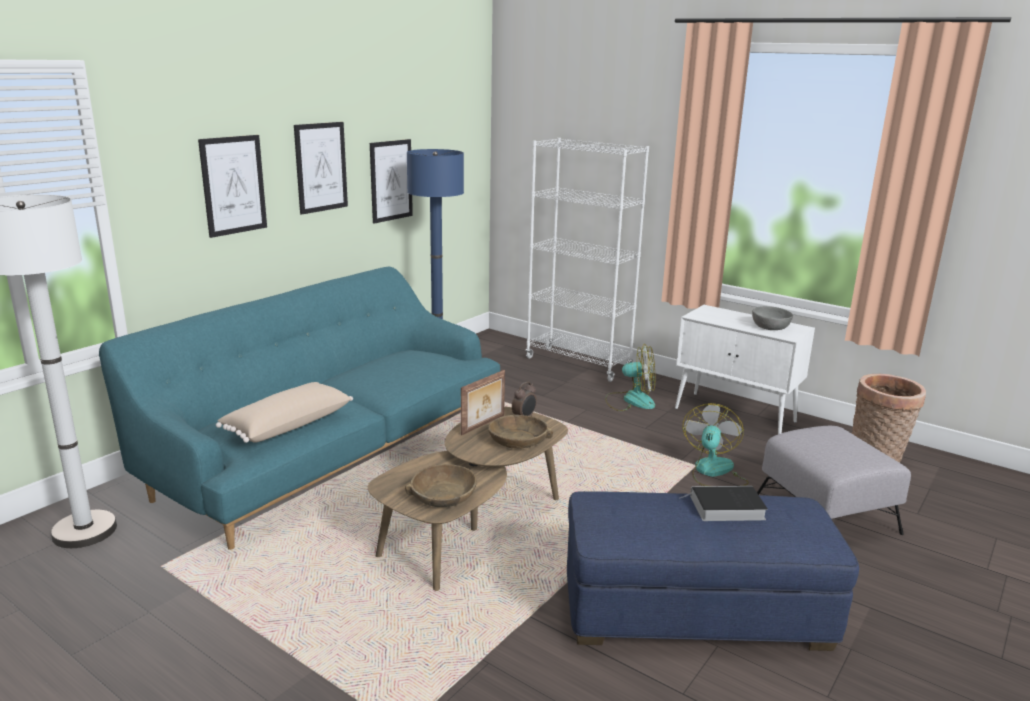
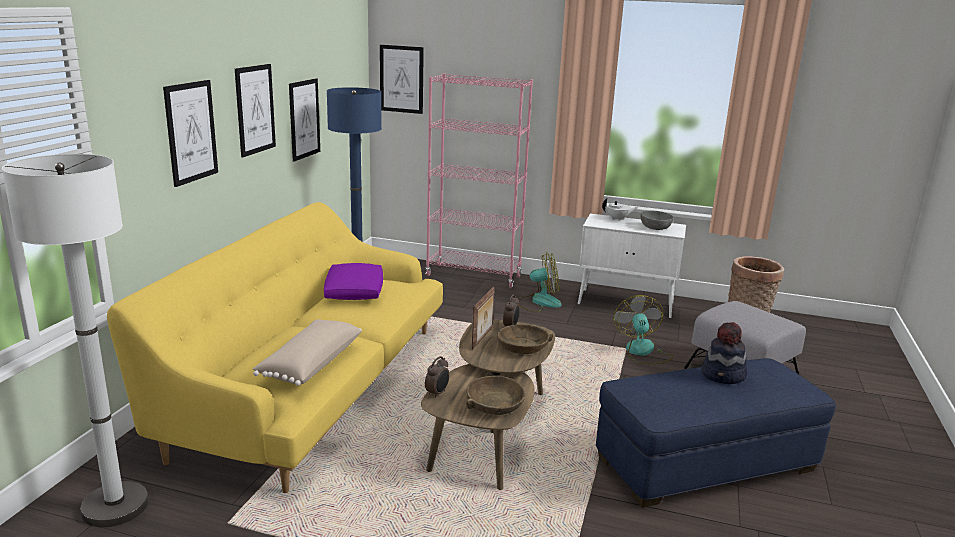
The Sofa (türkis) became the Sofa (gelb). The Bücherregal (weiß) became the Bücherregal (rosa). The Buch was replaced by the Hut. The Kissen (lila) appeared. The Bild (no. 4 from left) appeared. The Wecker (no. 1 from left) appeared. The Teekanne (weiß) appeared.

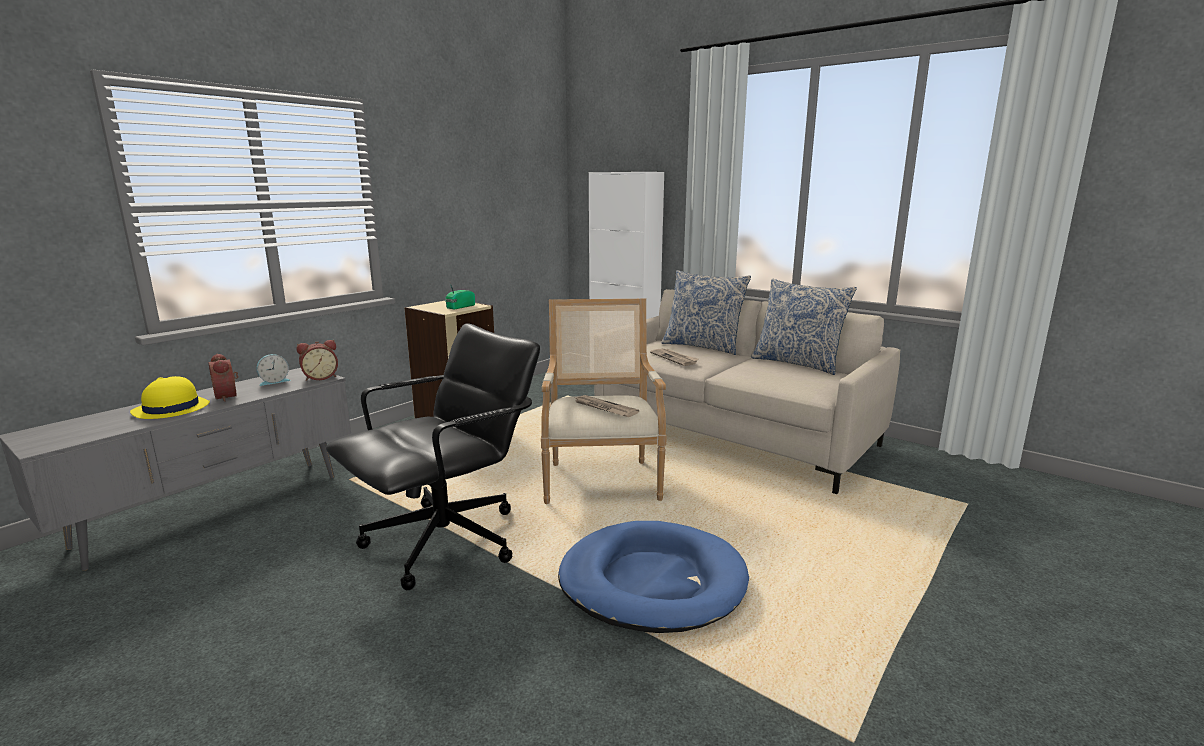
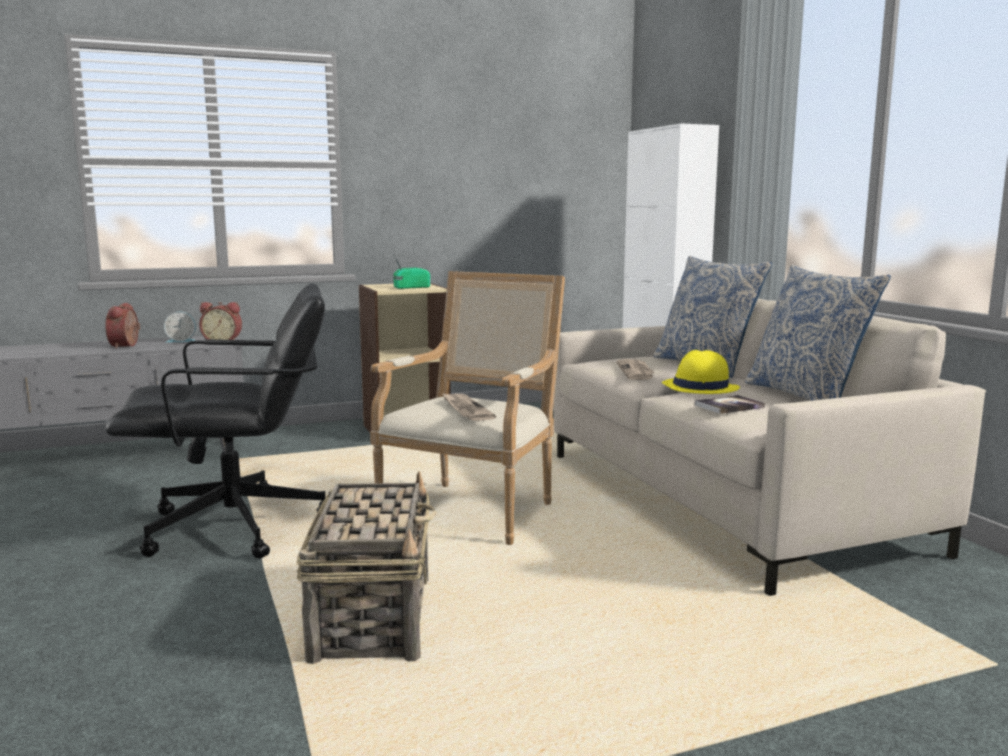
The Hut (gelb) moved. The Hundebett (blau) was replaced by the Korb. The Buch appeared.

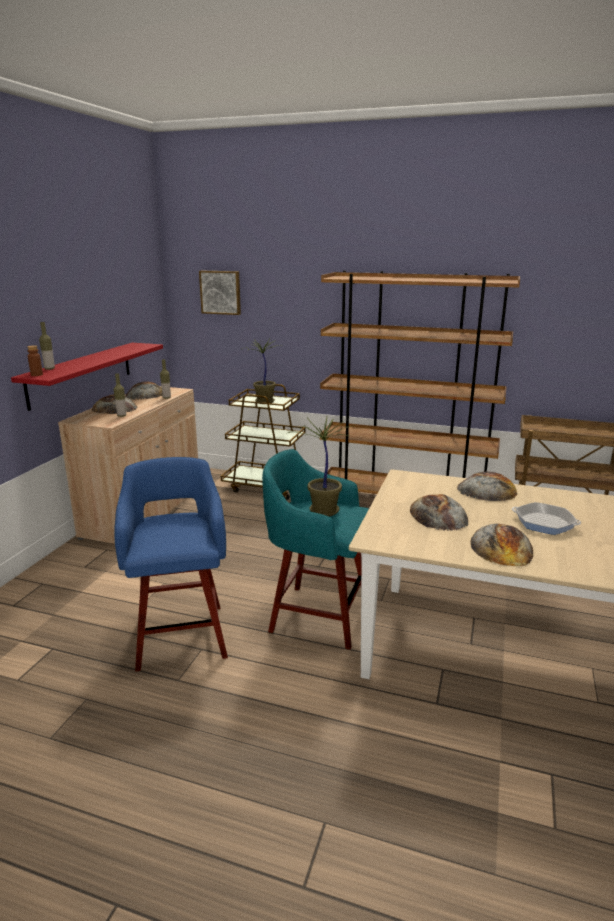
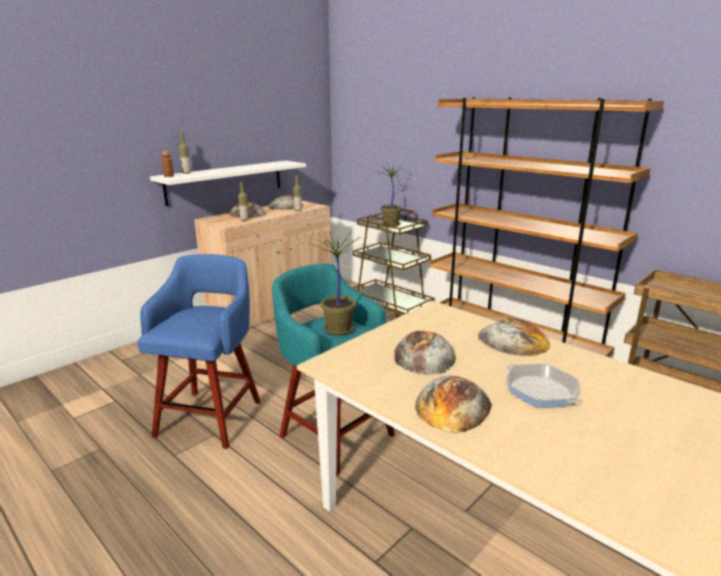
The Wandregal (rot) became the Wandregal (weiß). The Bild disappeared.

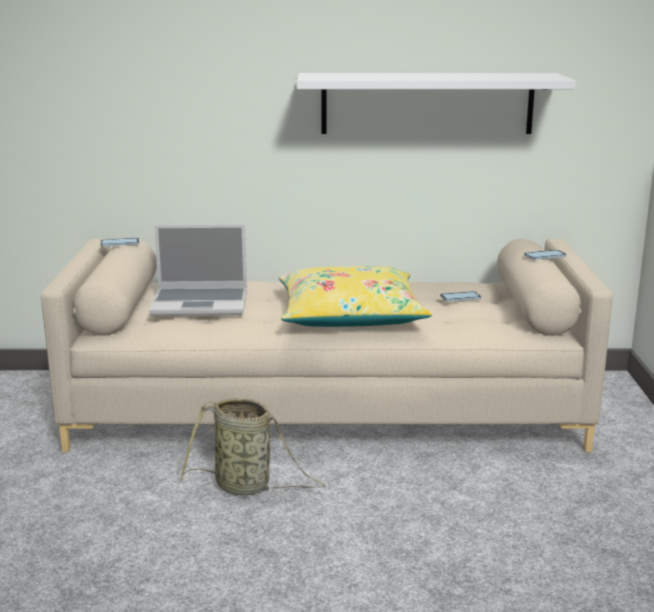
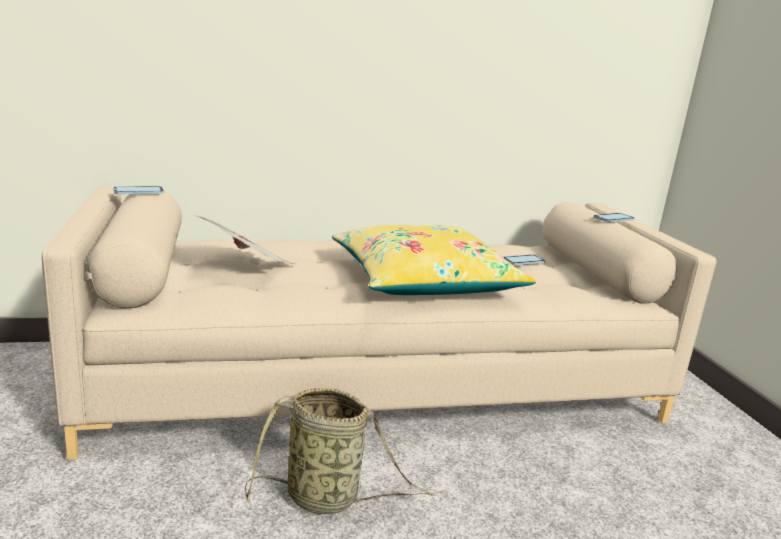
The Laptop was replaced by the Zeitung. The Wandregal (weiß) disappeared.

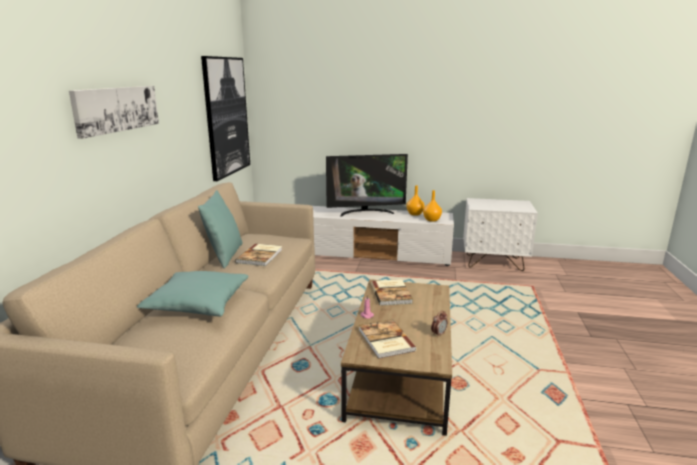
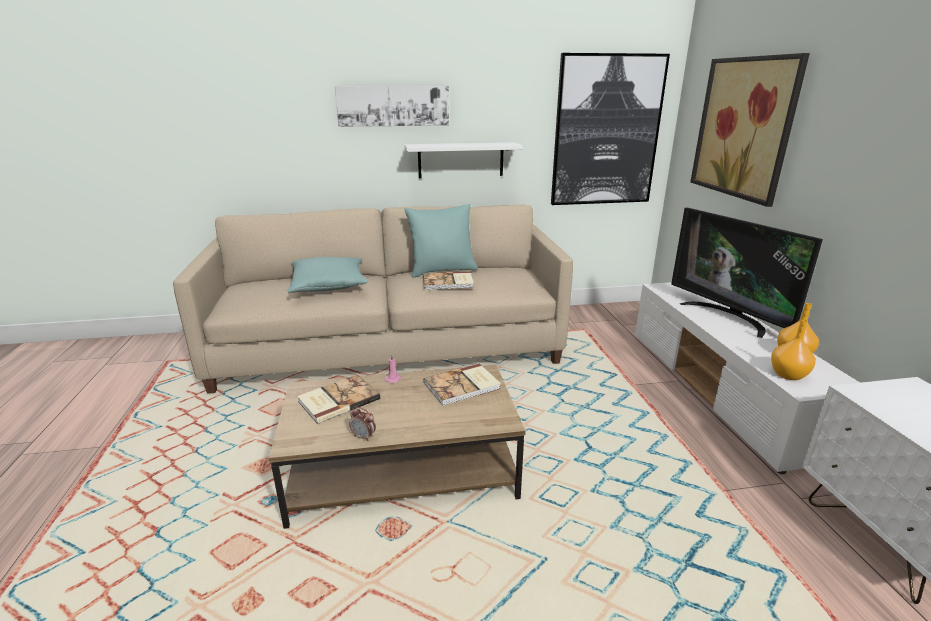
The Wandregal (weiß) appeared. The Bild (no. 3 from left) appeared.

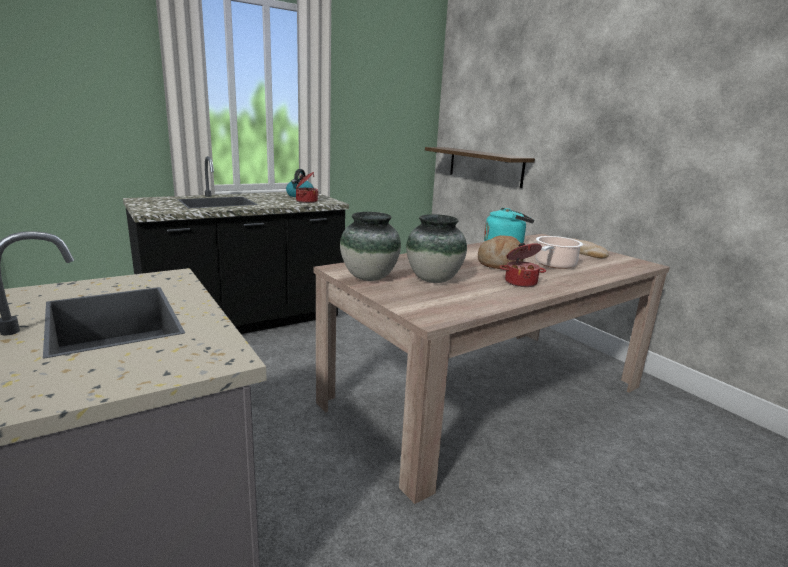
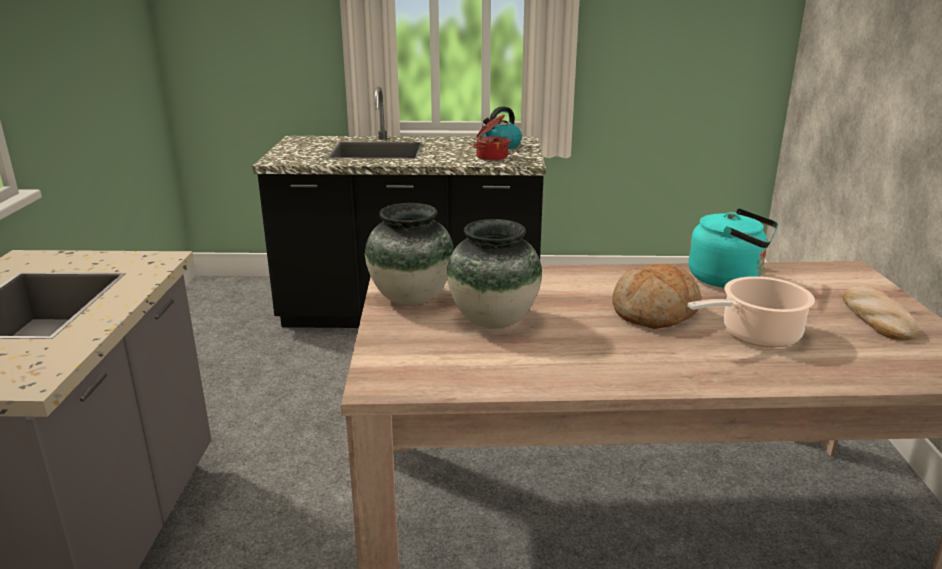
The Wandregal disappeared. The Kochtopf (no. 2 from left) disappeared.

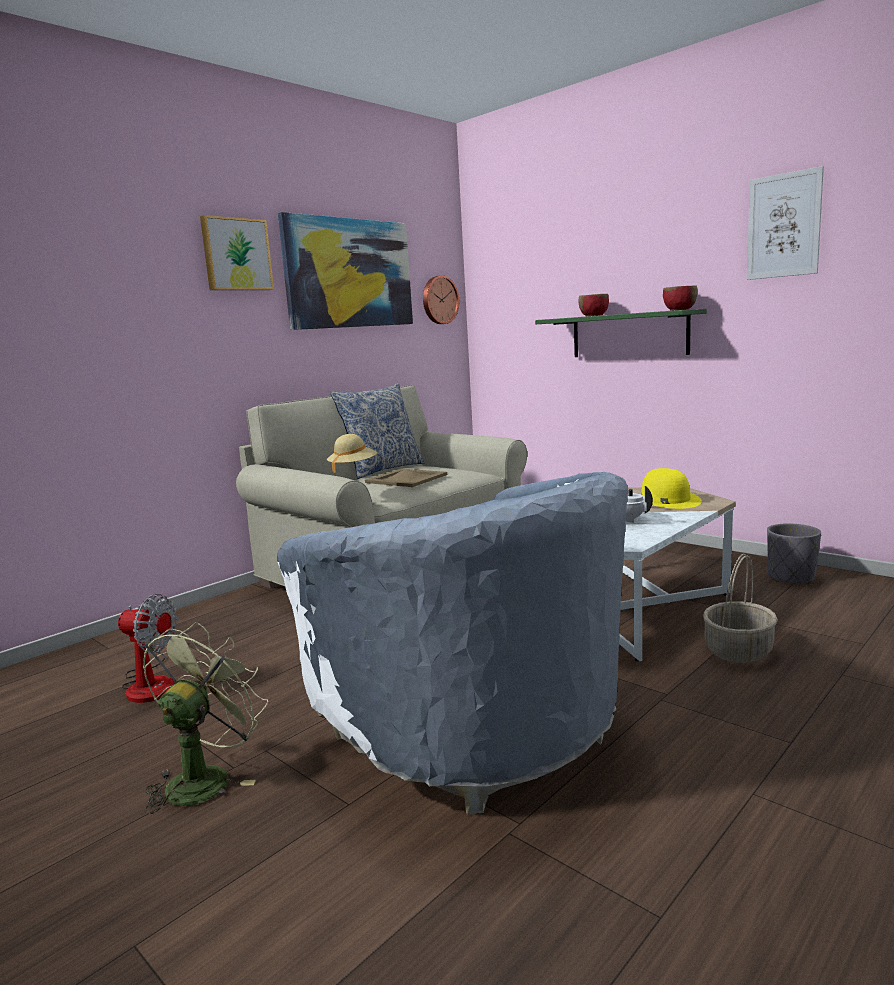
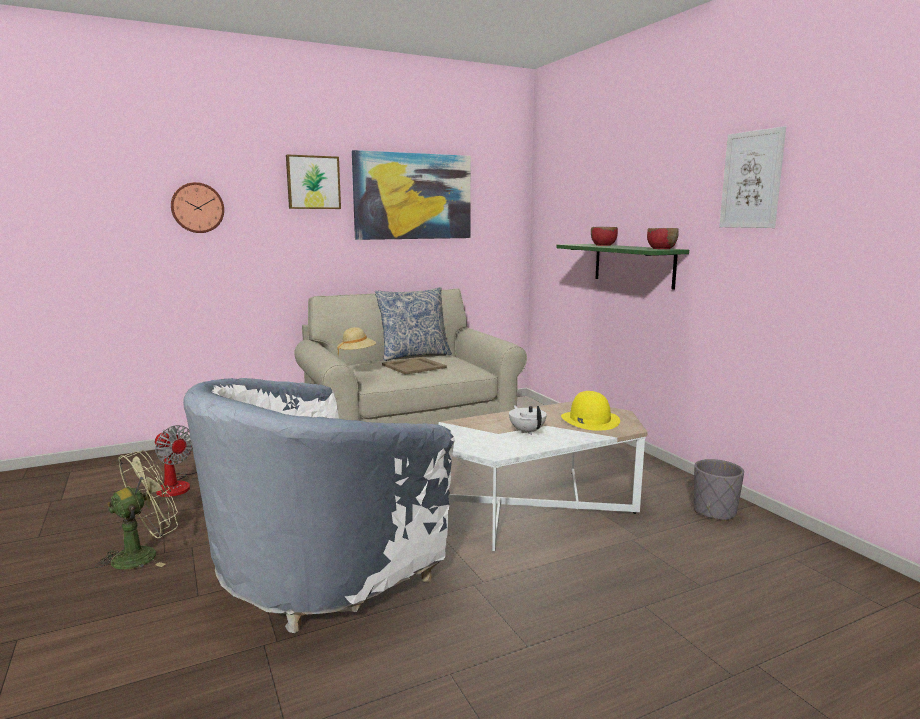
The Sessel (weiß) turned 60 degrees clockwise. The Wanduhr moved. The Korb disappeared.

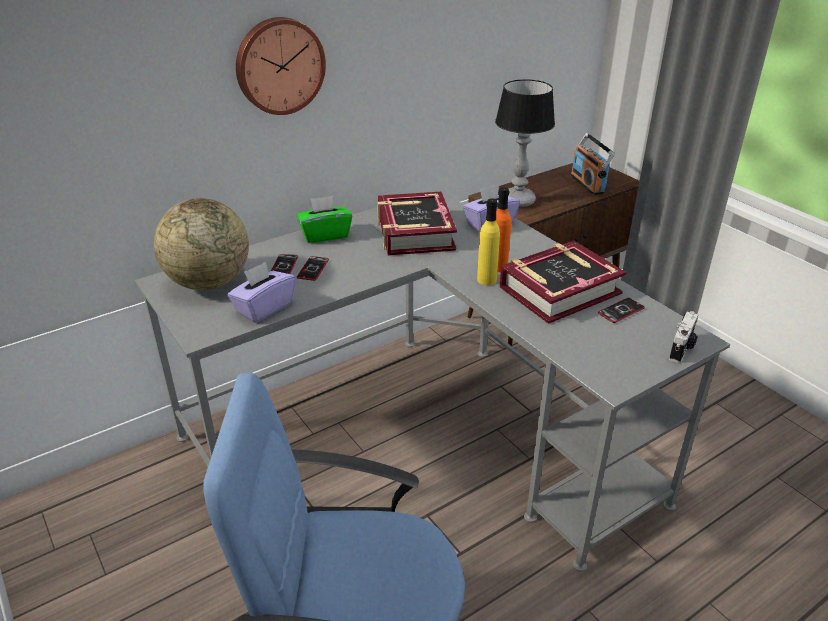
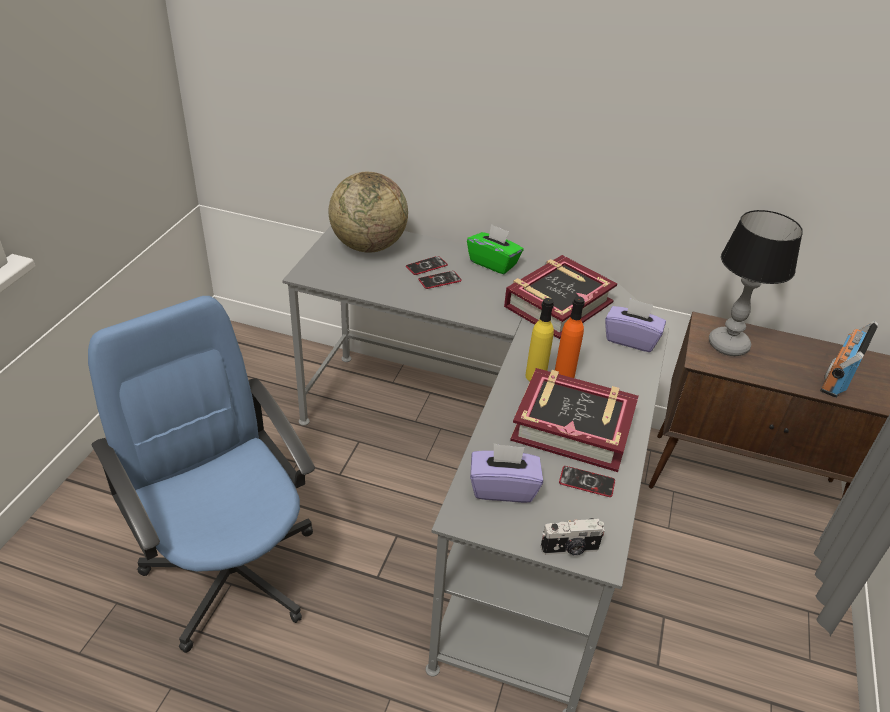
The Taschentuchbox (lila) (no. 1 from left) moved. The Wanduhr disappeared.

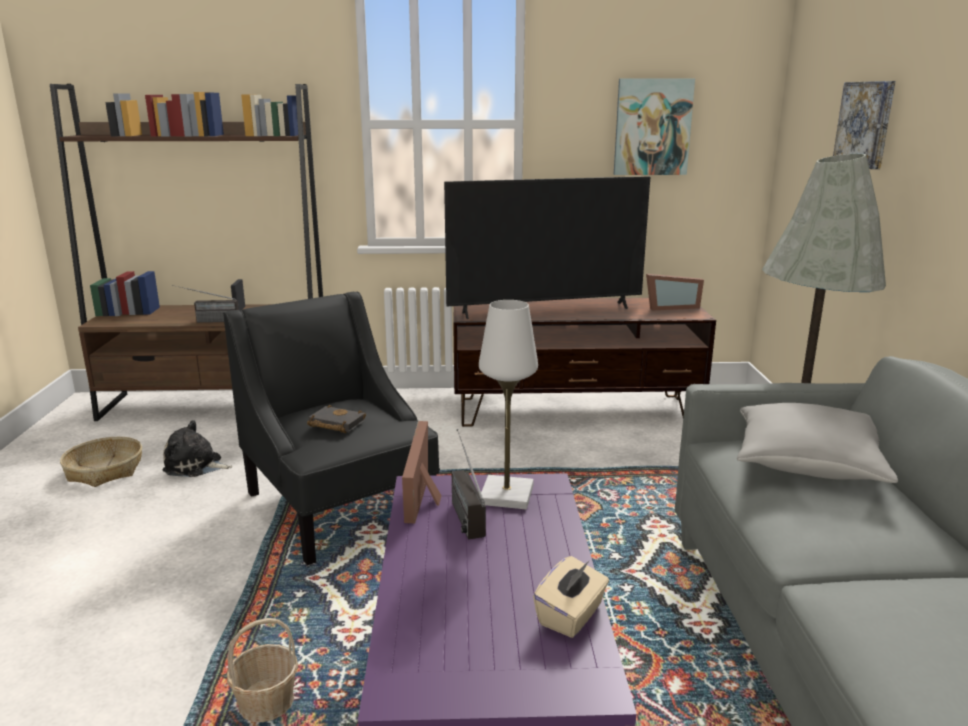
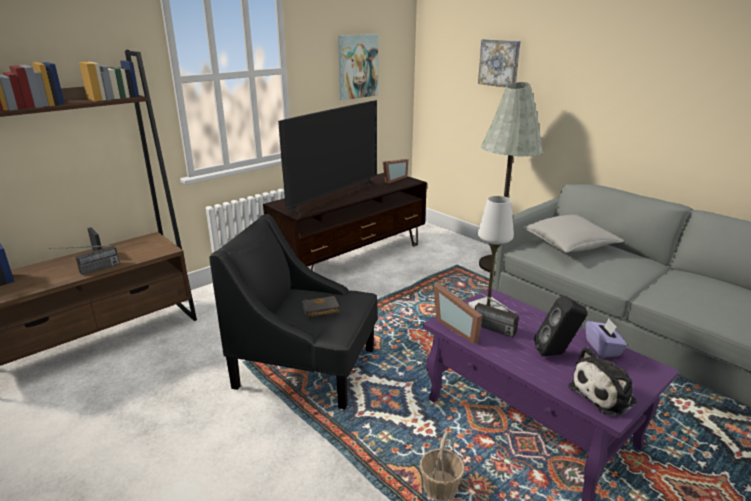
The Korb (no. 1 from left) disappeared. The Plüschtier moved. The Taschentuchbox (beige) became the Taschentuchbox (lila). The Lautsprecher (schwarz) appeared.

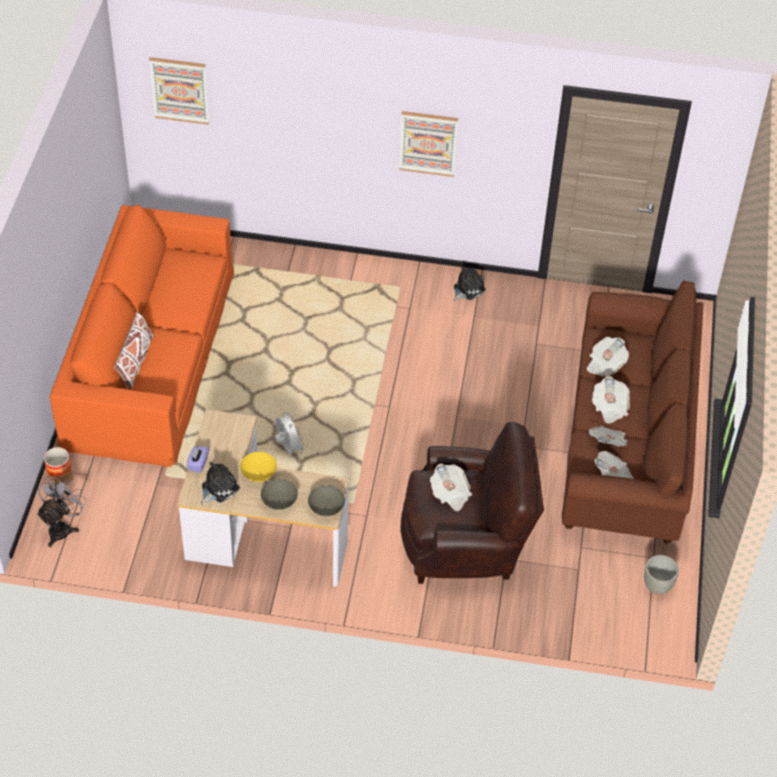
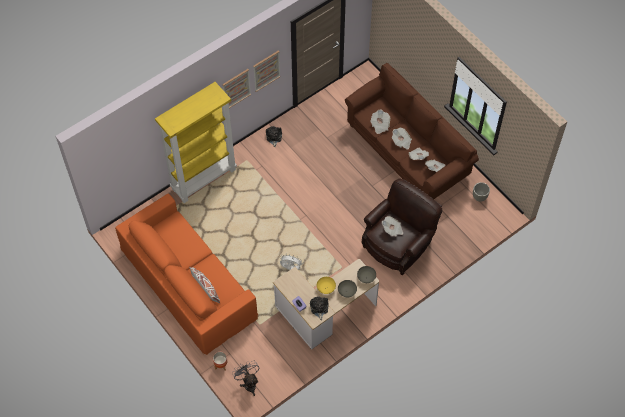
The Bild (no. 1 from left in the first image) moved. The Bücherregal (gelb) appeared.

